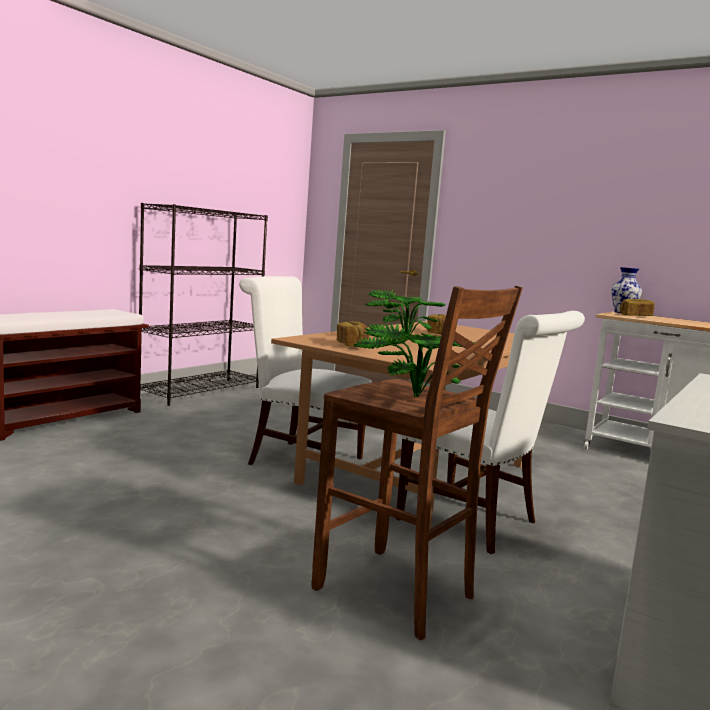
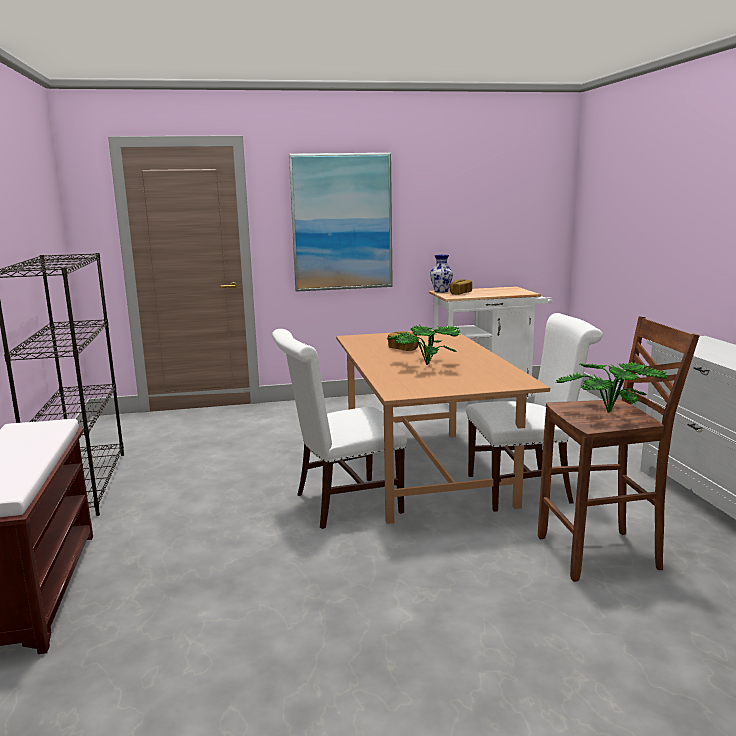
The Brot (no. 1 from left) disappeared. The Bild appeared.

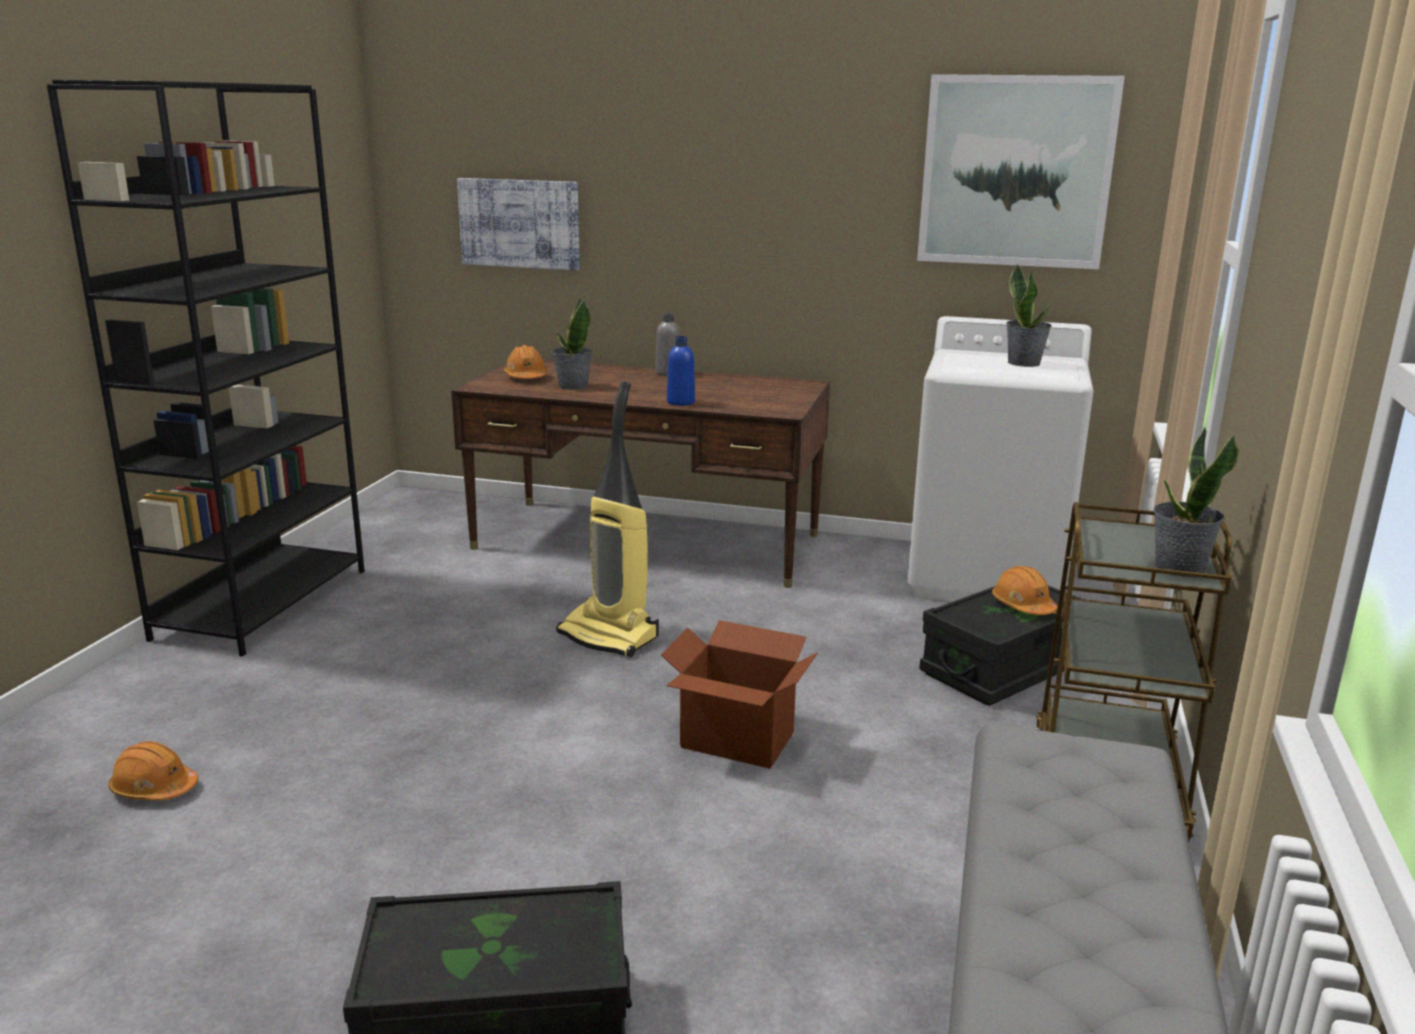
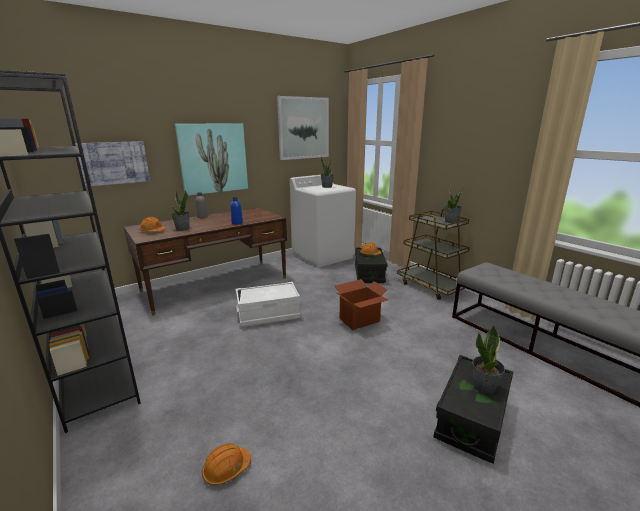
The Staubsauger was replaced by the Aufbewahrungsbox (weiß). The Bild (no. 2 from left) appeared. The Topfpflanze (no. 4 from left) appeared.

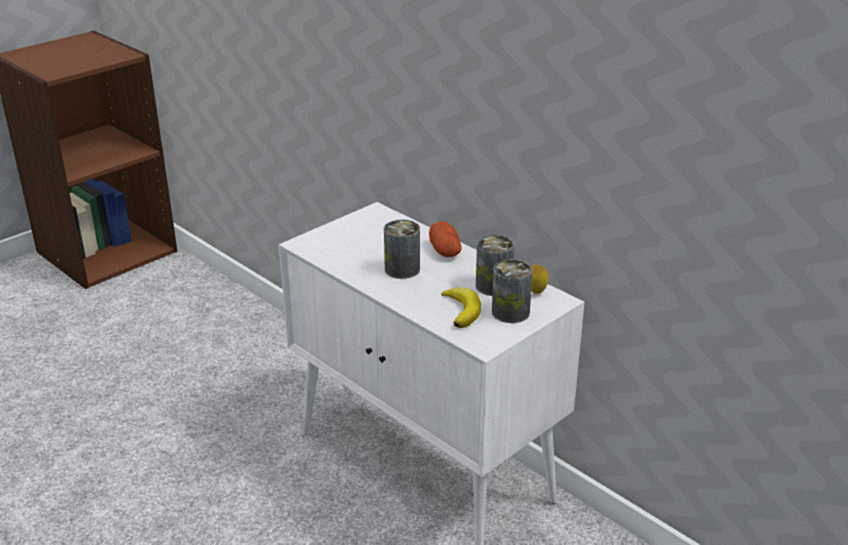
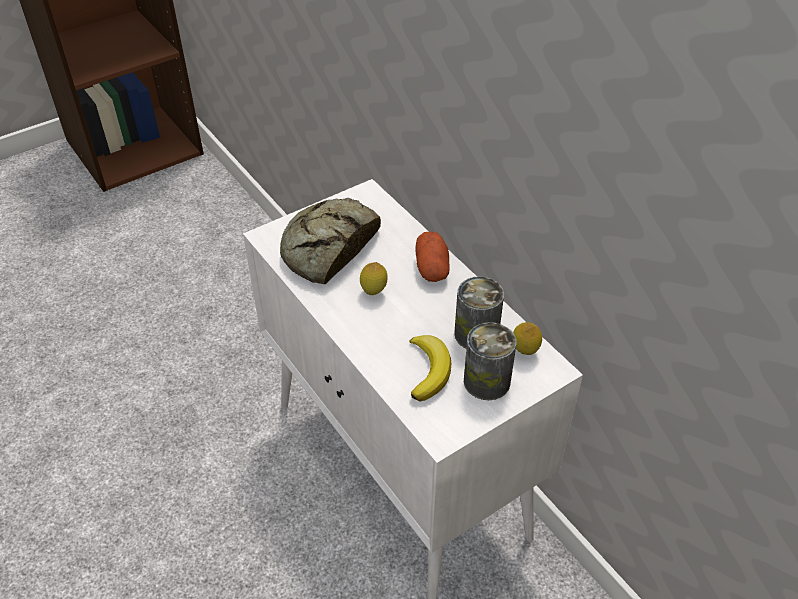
The Dose (no. 1 from left) was replaced by the Zitrone (no. 1 from left). The Brot appeared.

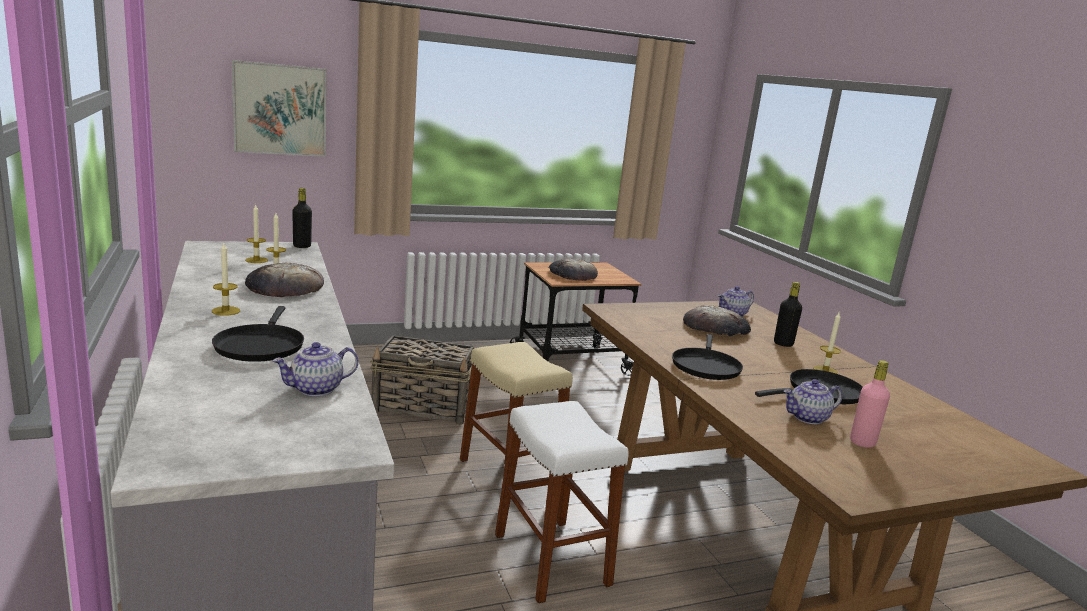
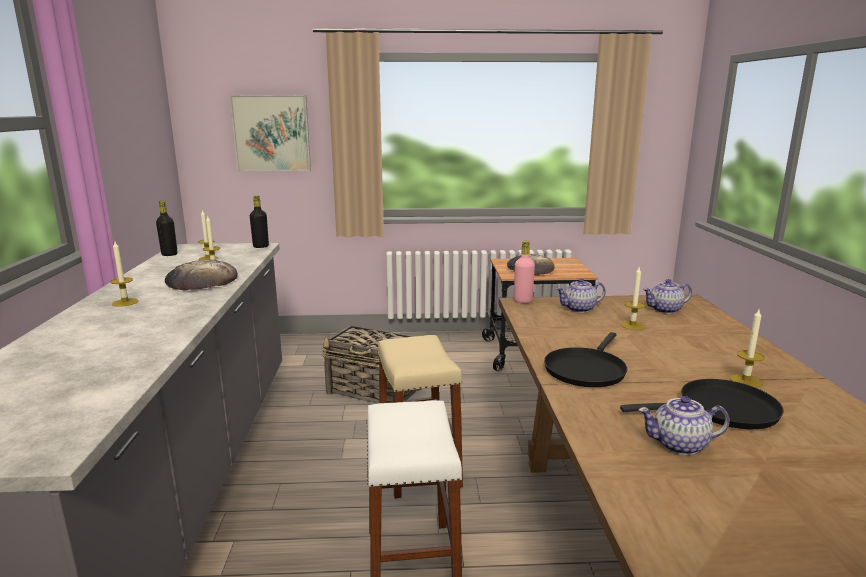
The Pfanne (schwarz) (no. 1 from left) disappeared. The Teekanne (no. 1 from left) moved. The Brot (no. 3 from left) was replaced by the Kerze (no. 4 from left). The Flasche (schwarz) (no. 2 from left in the first image) moved. The Flasche (rosa) moved.

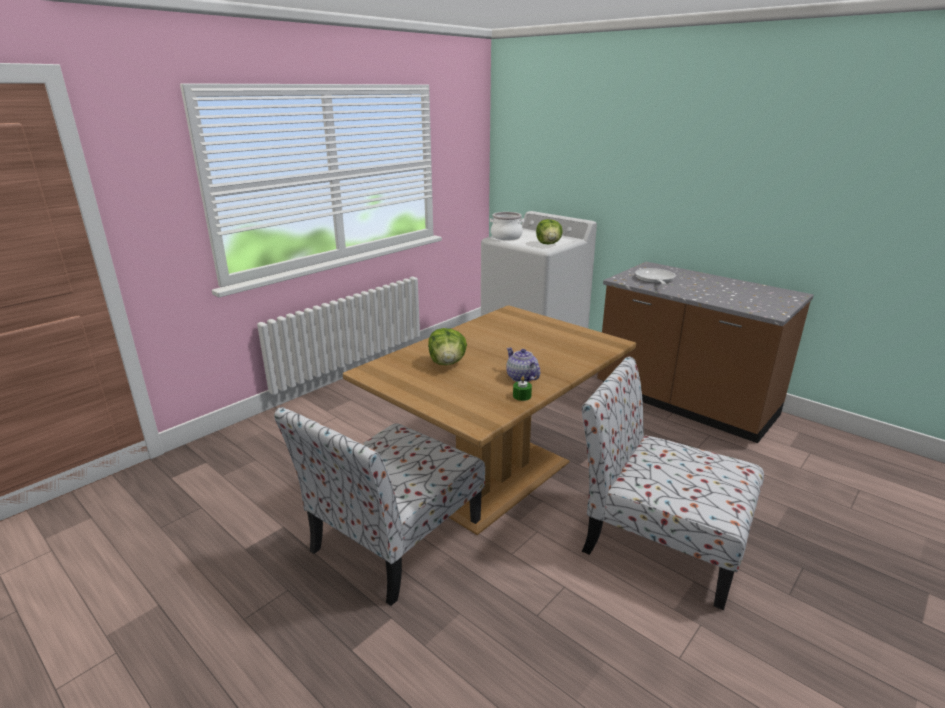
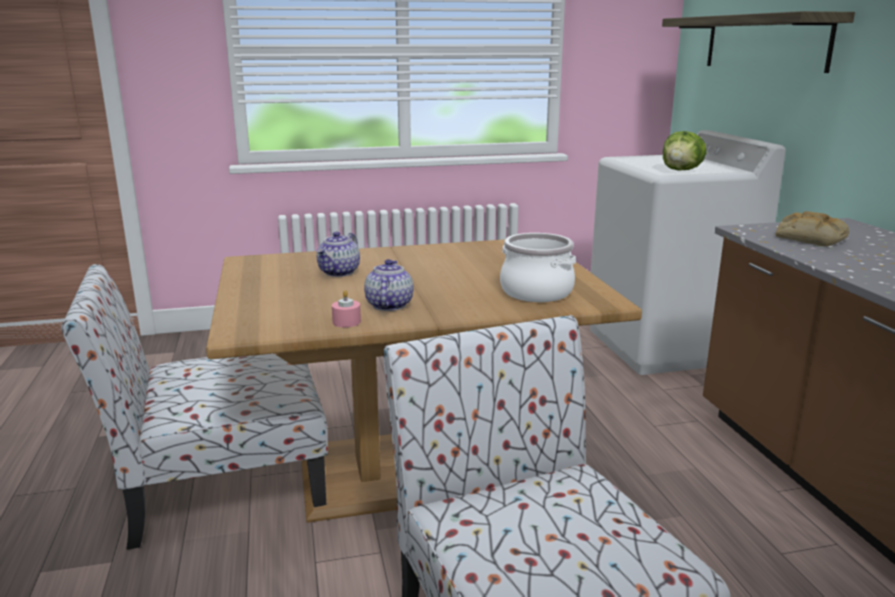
The Salatkopf (no. 1 from left) was replaced by the Teekanne (no. 1 from left). The Kochtopf moved. The Kerze (grün) became the Kerze (rosa). The Pfanne was replaced by the Brot. The Wandregal appeared.

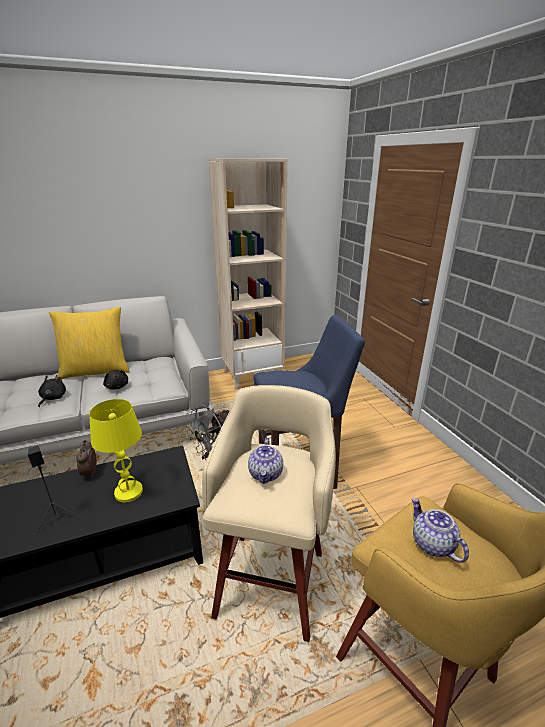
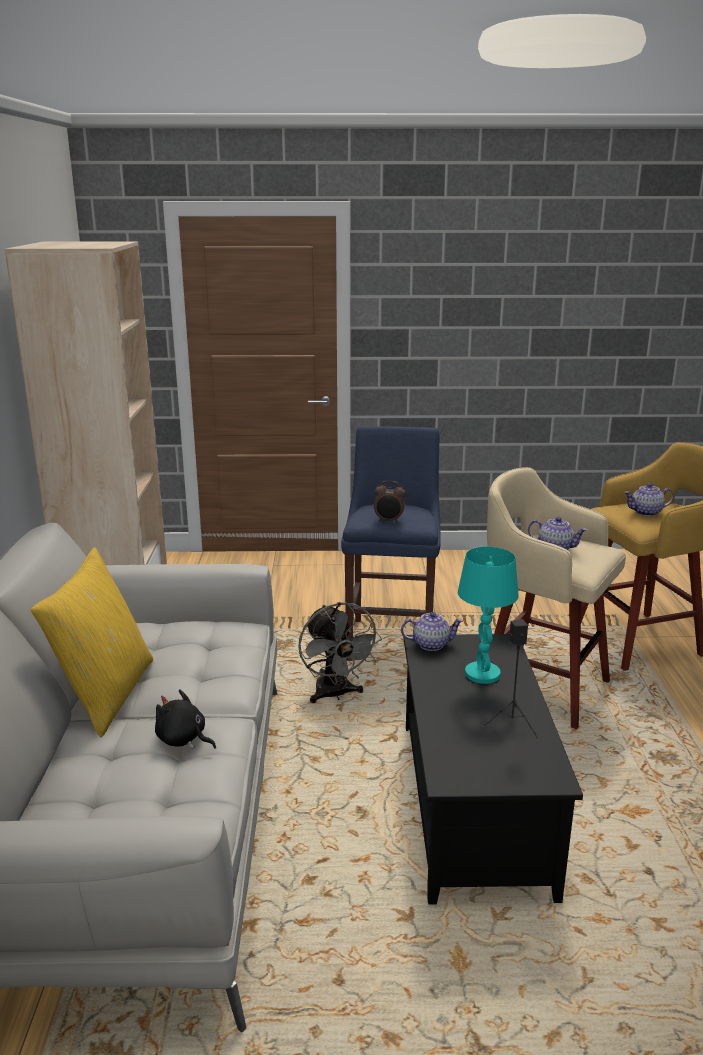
The Wecker moved. The Tischlampe (gelb) became the Tischlampe (türkis). The Plüschtier (schwarz) (no. 2 from left) disappeared. The Teekanne (no. 1 from left) appeared.

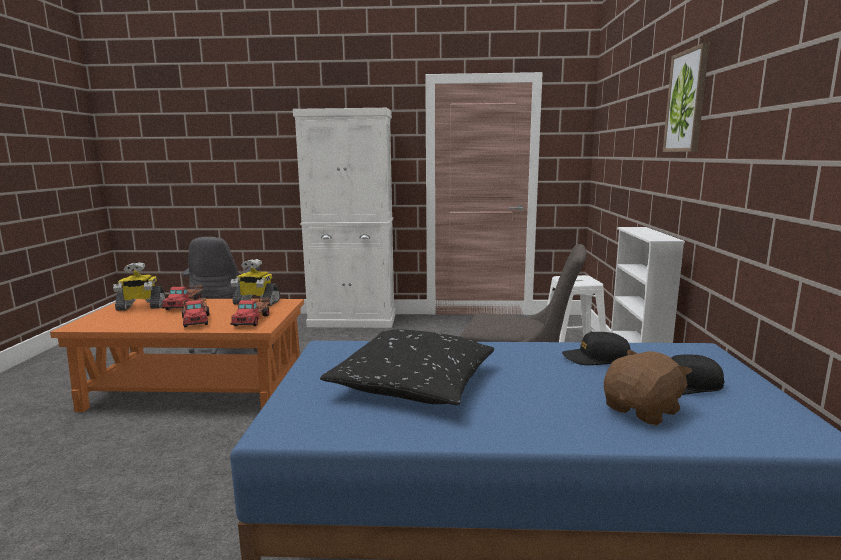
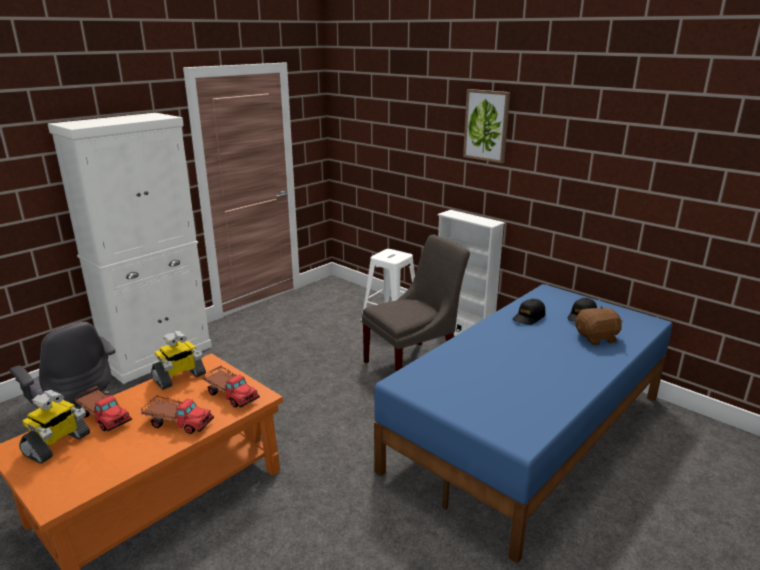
The Kissen (schwarz) disappeared. The Plüschtier (braun) turned 75 degrees clockwise.

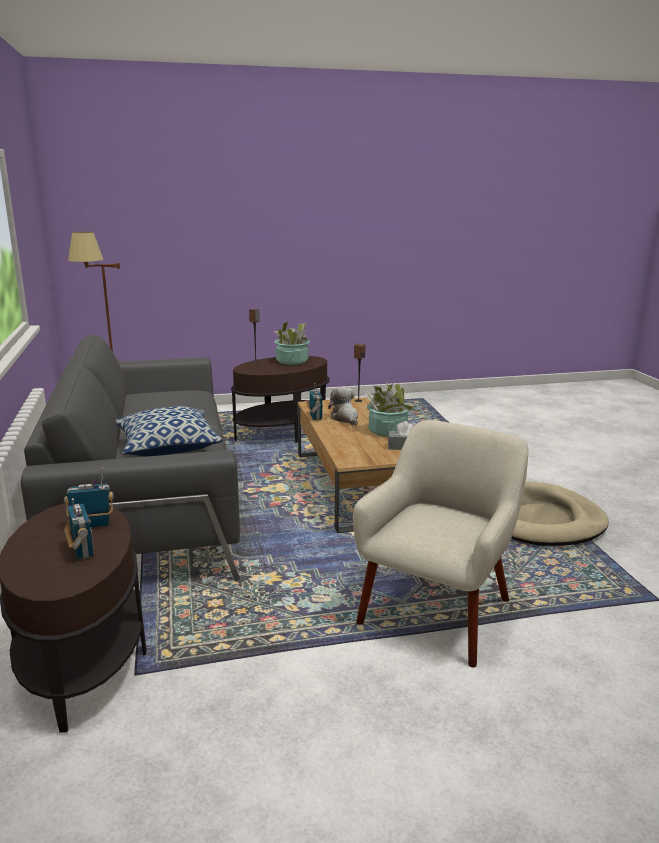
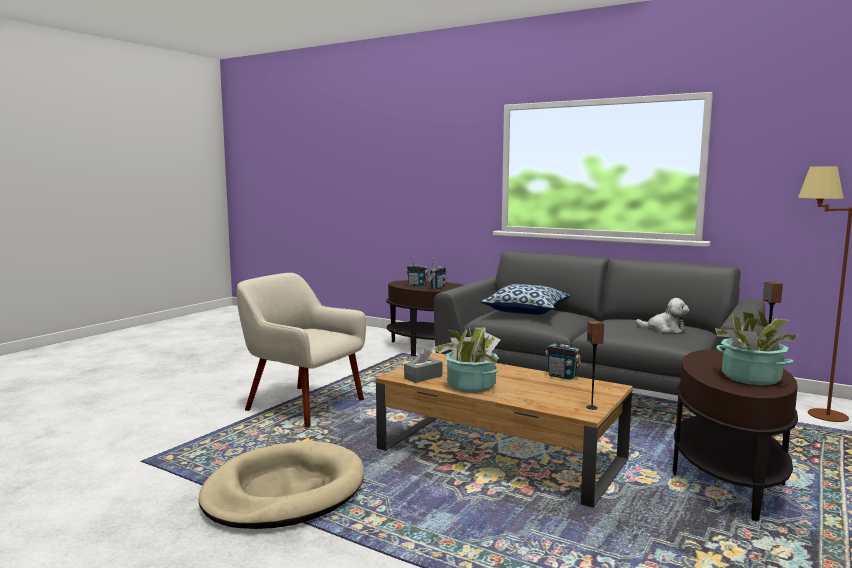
The Plüschtier moved. The Sessel (beige) turned 135 degrees clockwise.

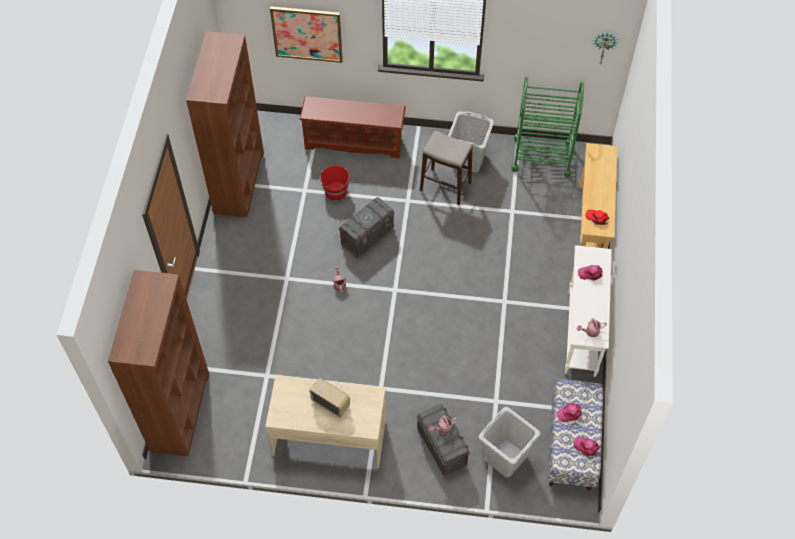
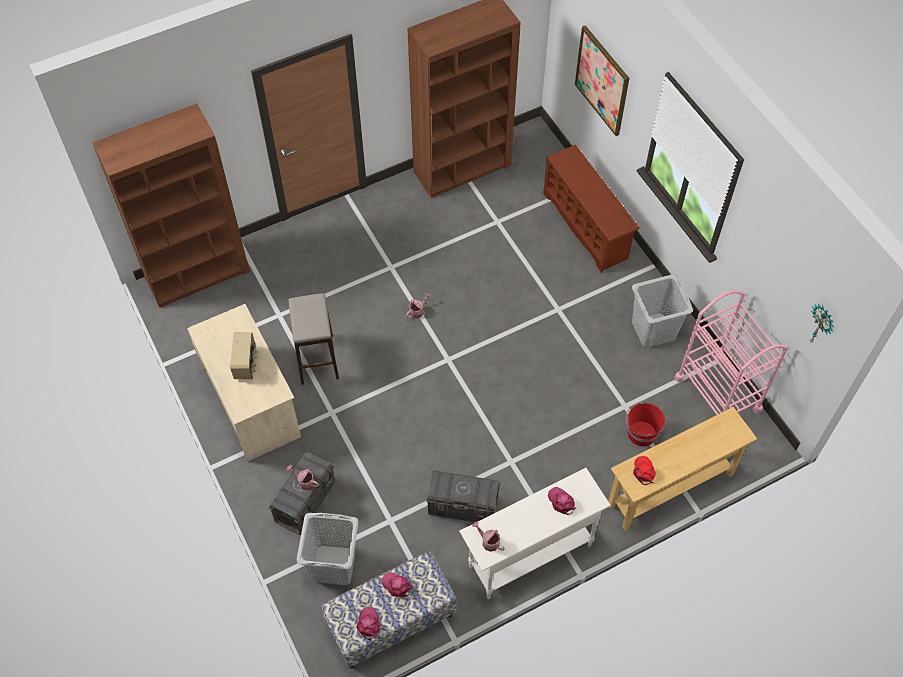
The Eimer (rot) moved. The Aufbewahrungsbox (grau) (no. 1 from left in the first image) moved. The Hocker moved. The Rollwagen (grün) became the Rollwagen (rosa).

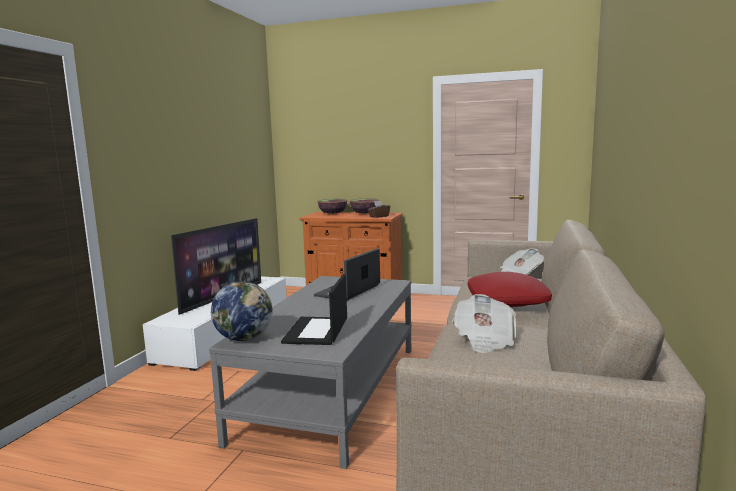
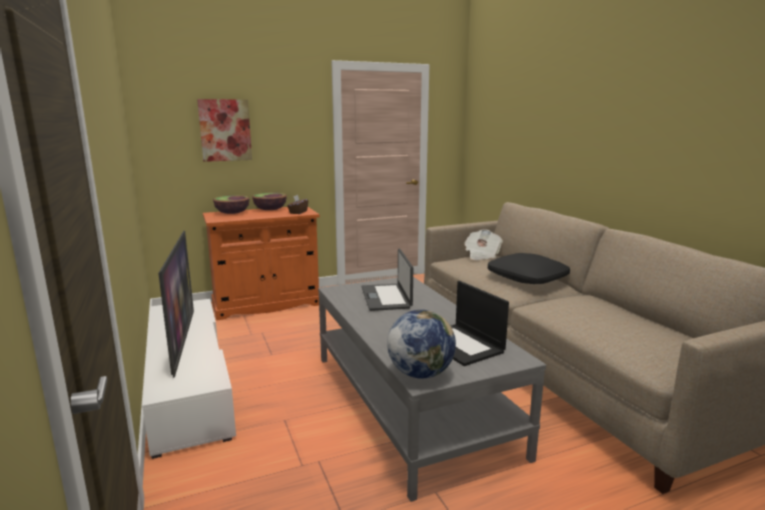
The Zeitung (no. 1 from left) disappeared. The Kissen (rot) became the Kissen (schwarz). The Bild appeared.

